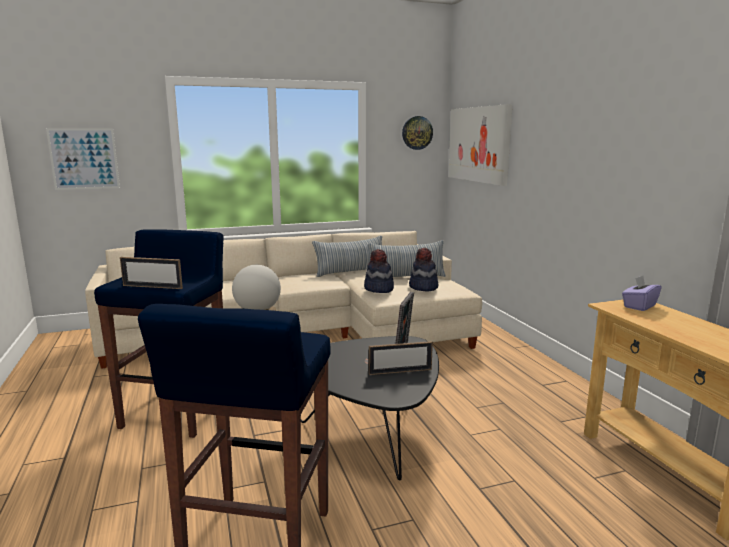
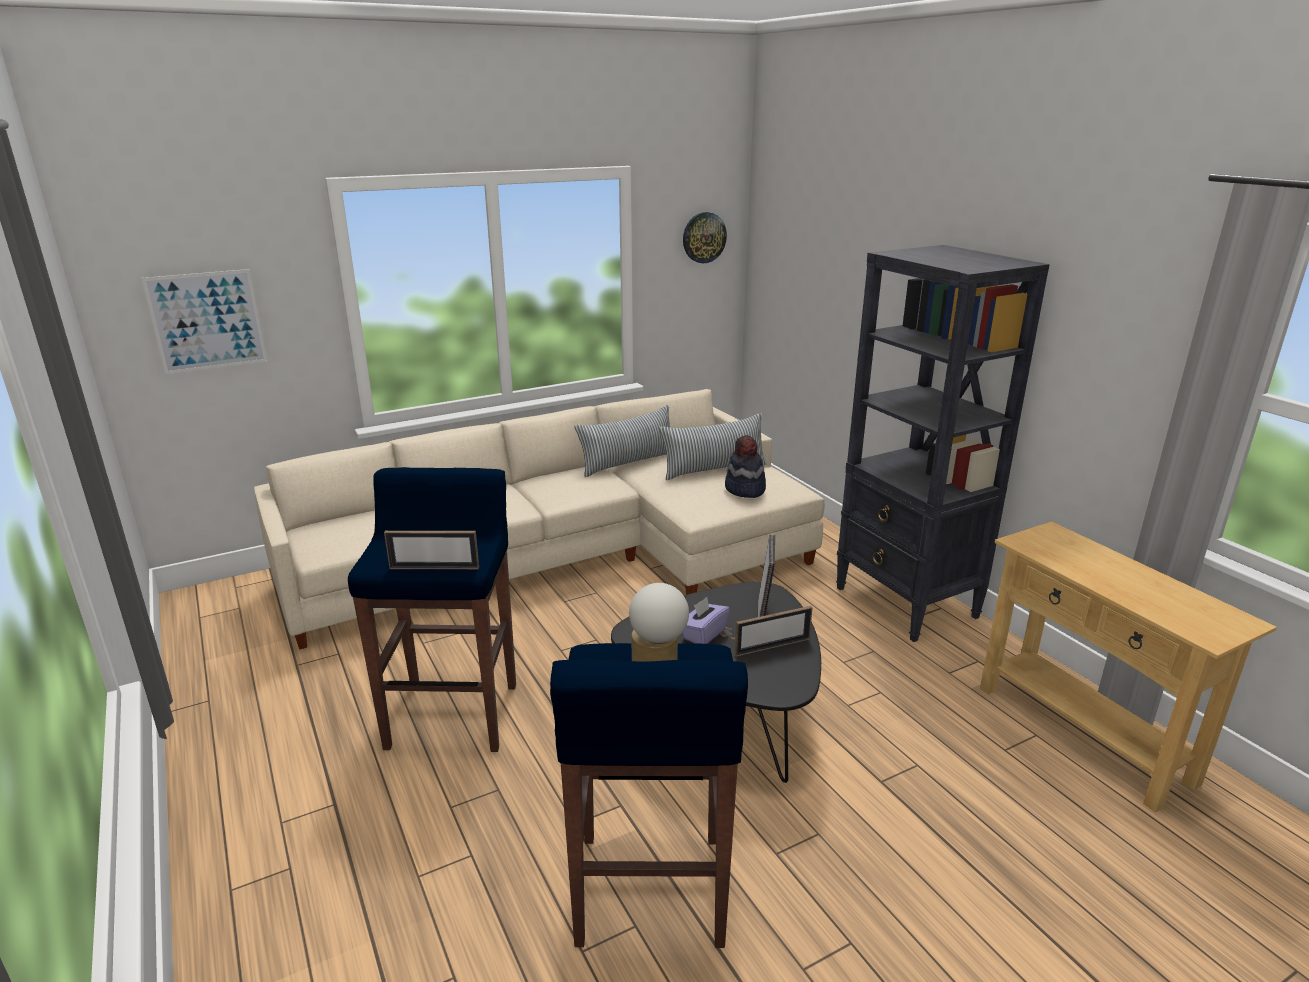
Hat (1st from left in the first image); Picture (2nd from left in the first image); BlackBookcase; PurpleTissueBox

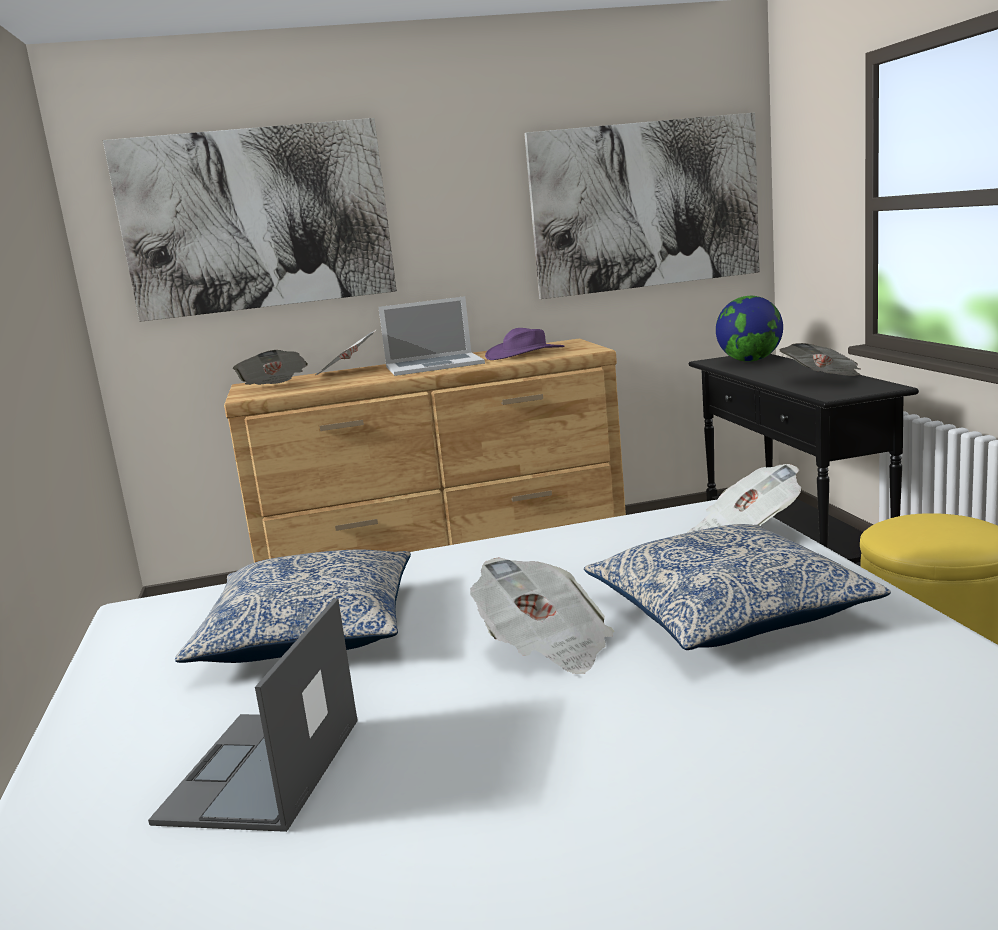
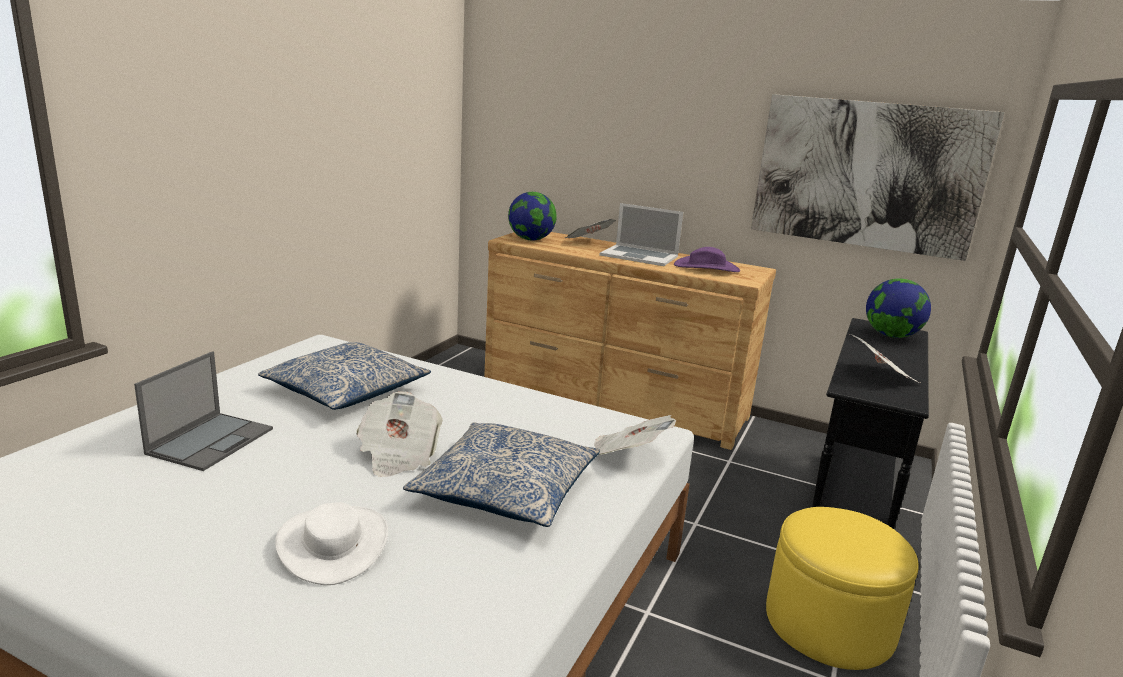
Picture (1st from left in the first image); WhiteHat; Globe (1st from left); Laptop (1st from left)

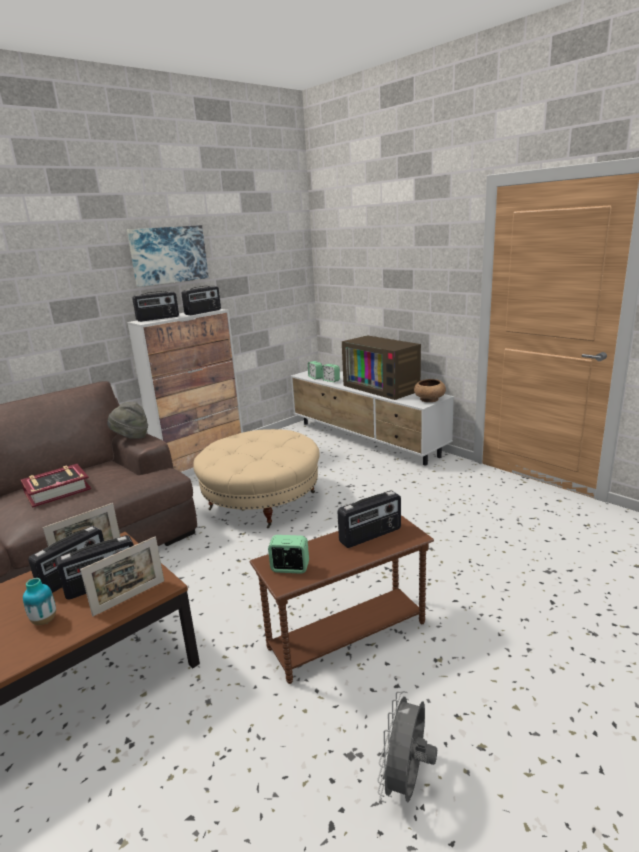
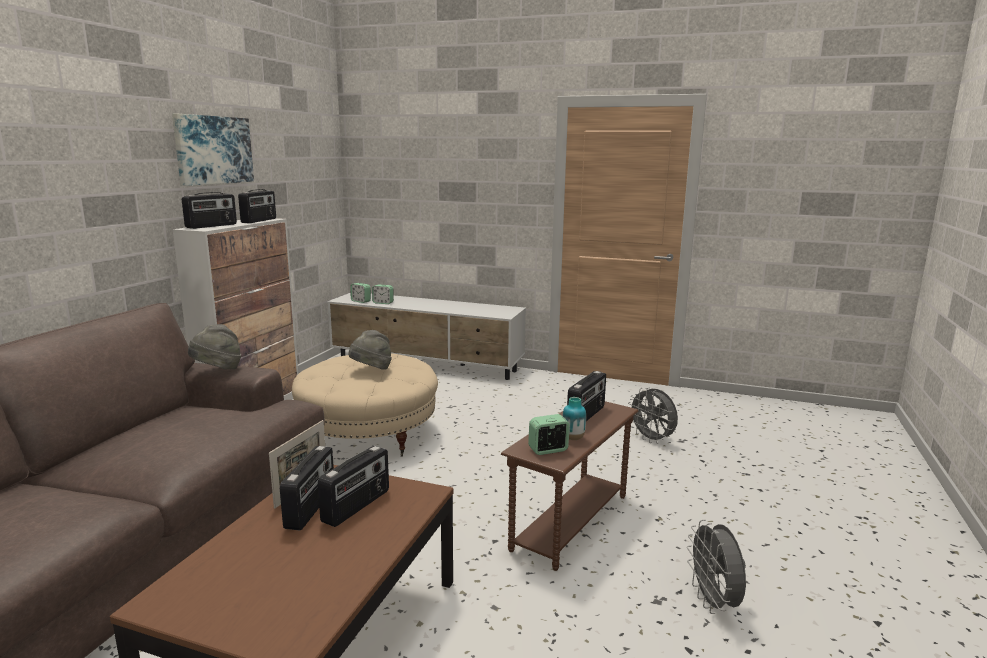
Book; PictureFrame (2nd from left in the first image); Television; BrownBowl; GreyHat (2nd from left); GreyFan (1st from left); Vase

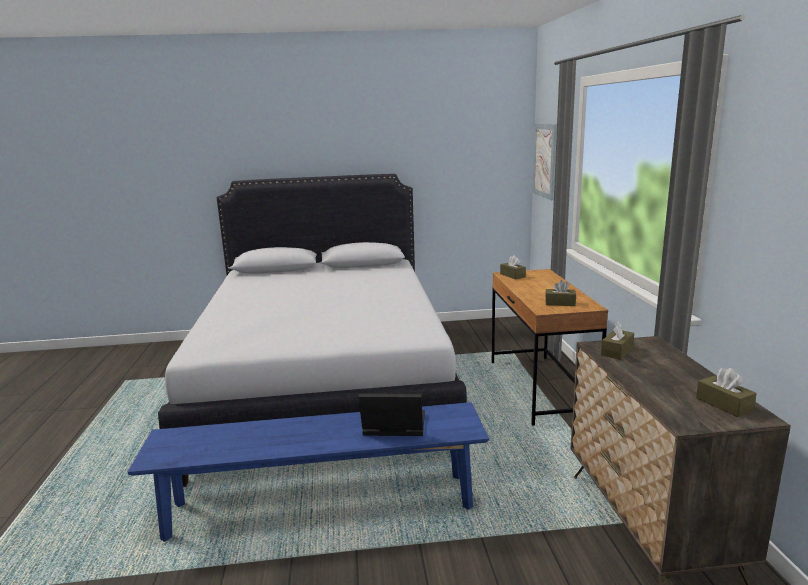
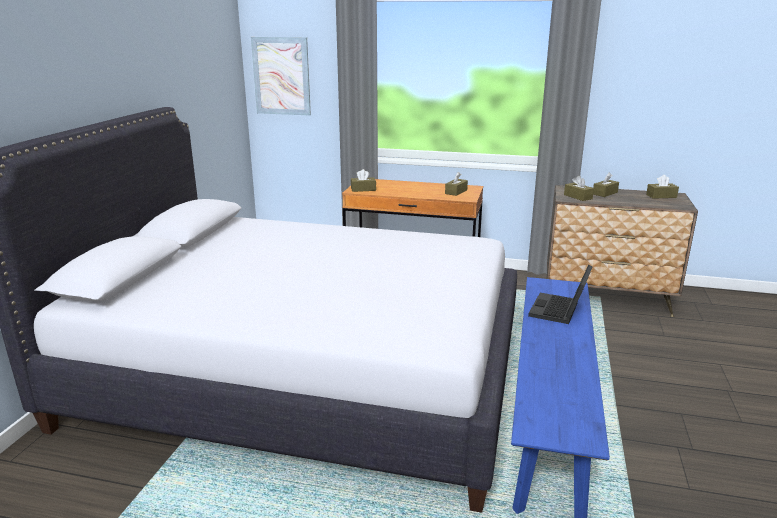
BrownTissueBox (4th from left)

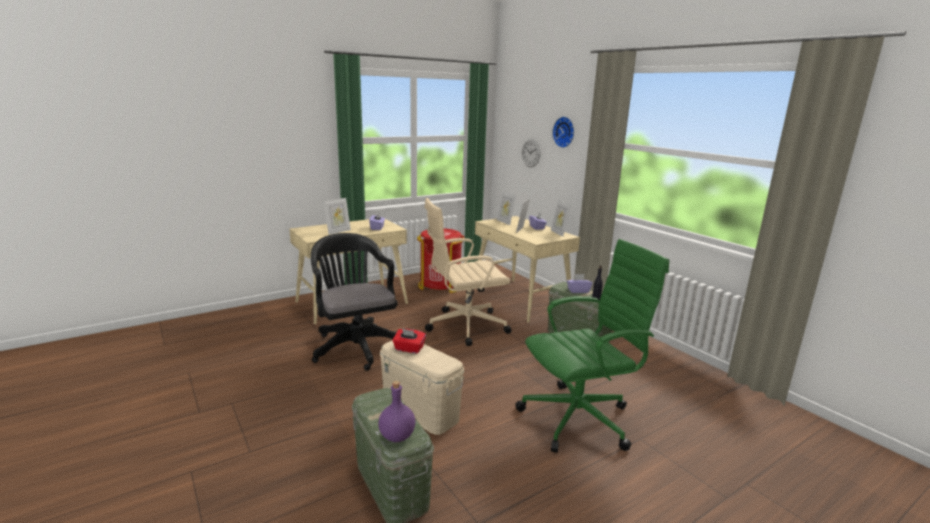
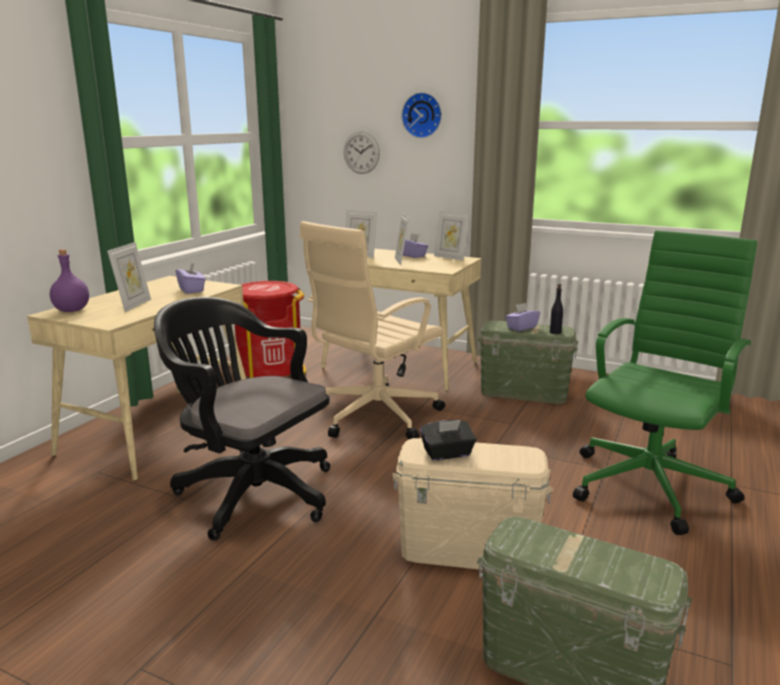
PurpleBottle; BlackTissueBox

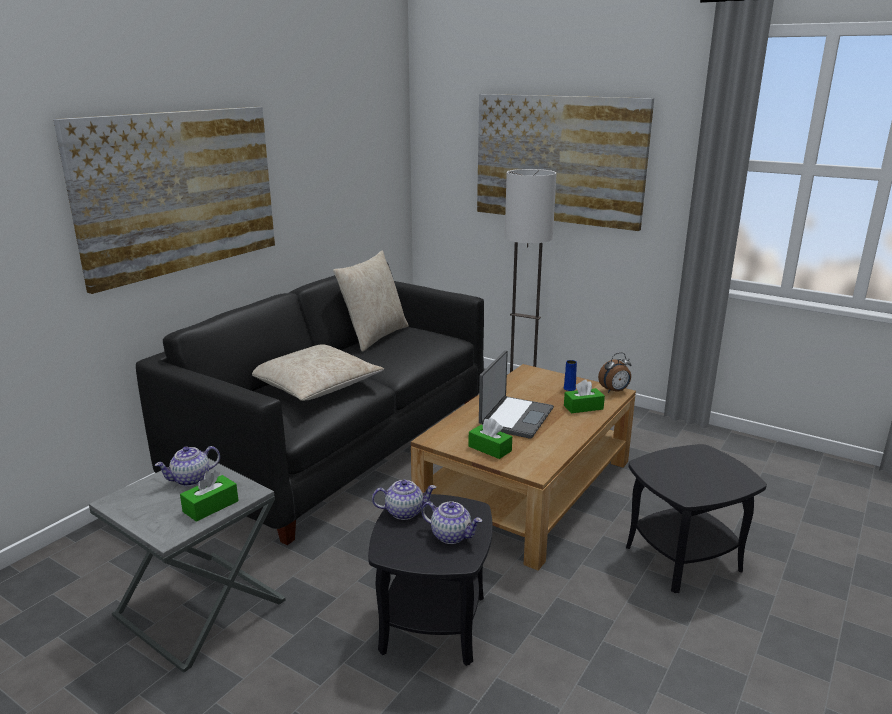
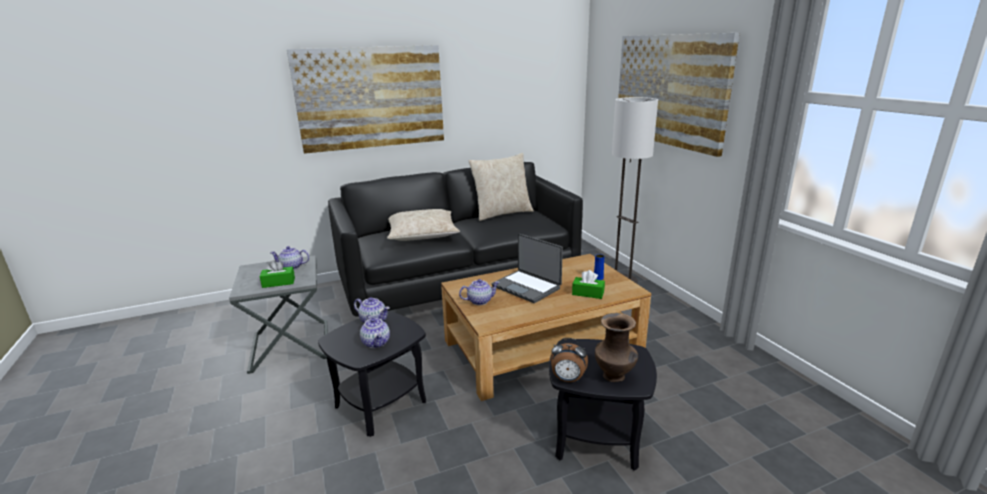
BrownVase; AlarmClock; Teapot (4th from left); Laptop

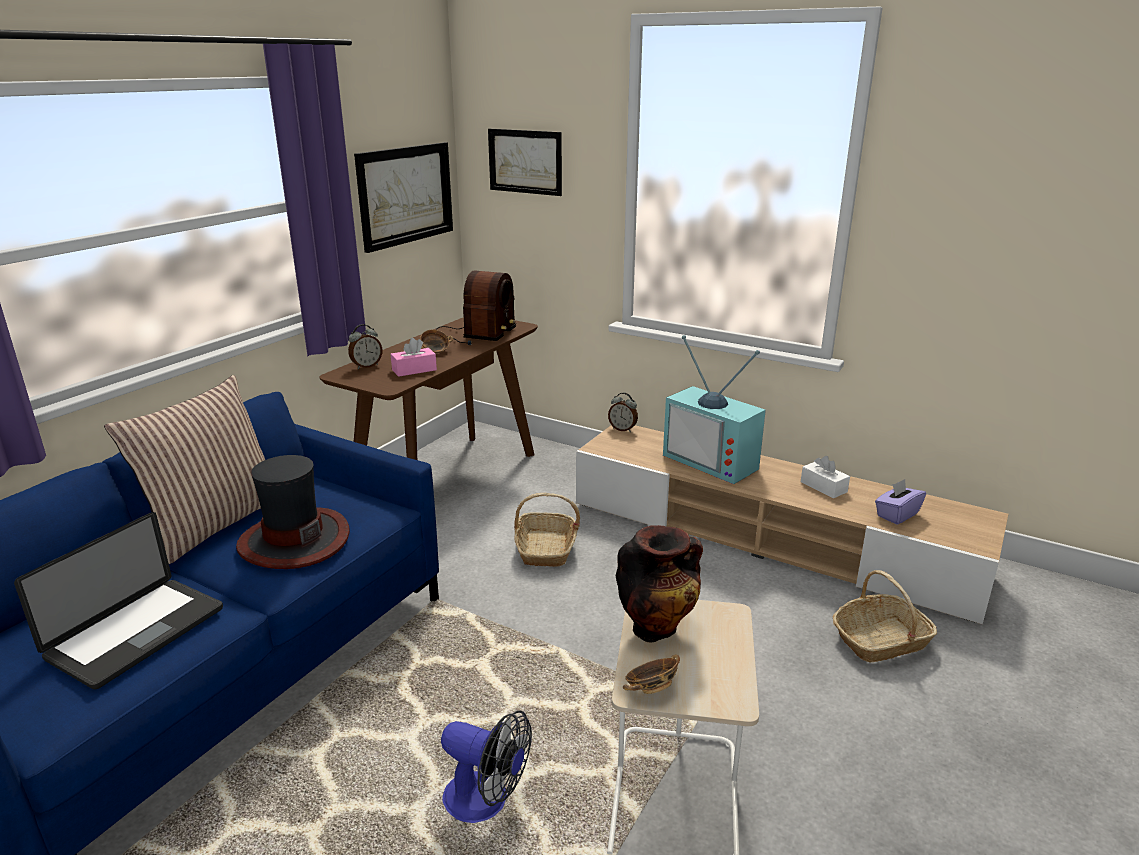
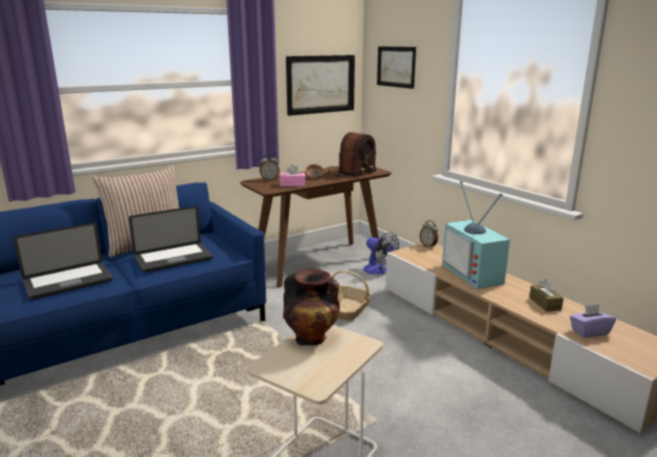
Bowl (2nd from left in the first image); Basket (2nd from left in the first image); Fan; Laptop (2nd from left); BrownTissueBox

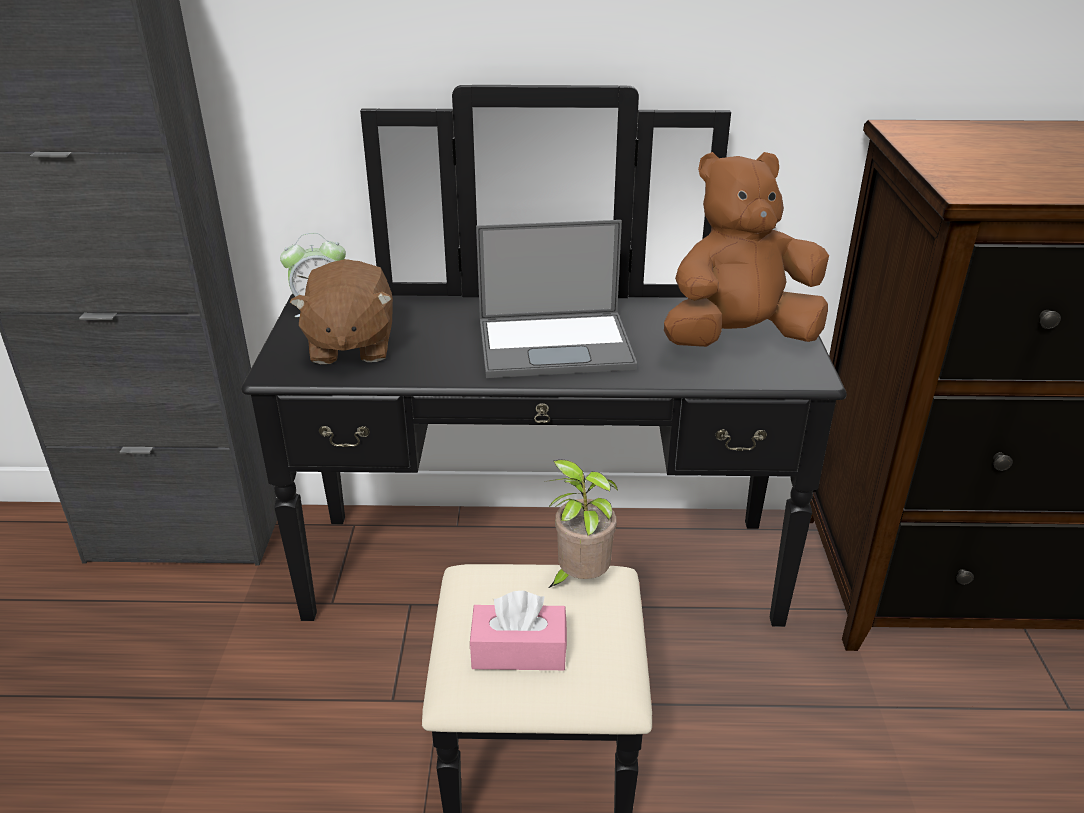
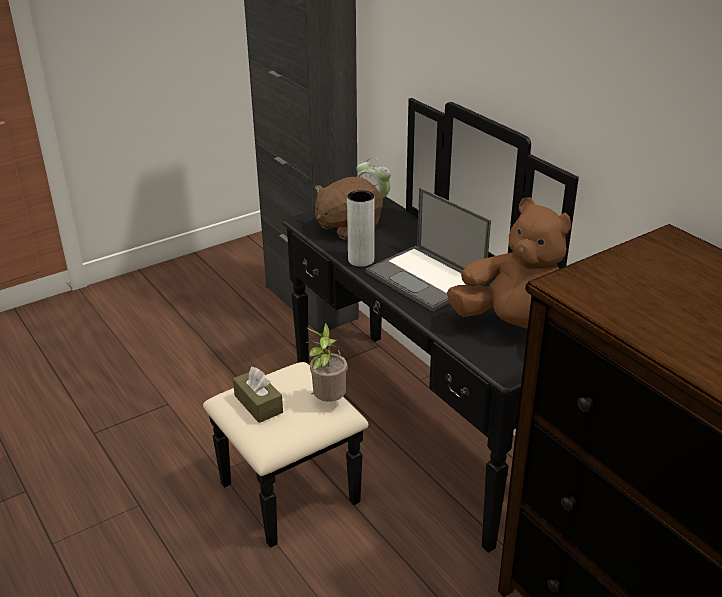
GreyVase; BrownTissueBox

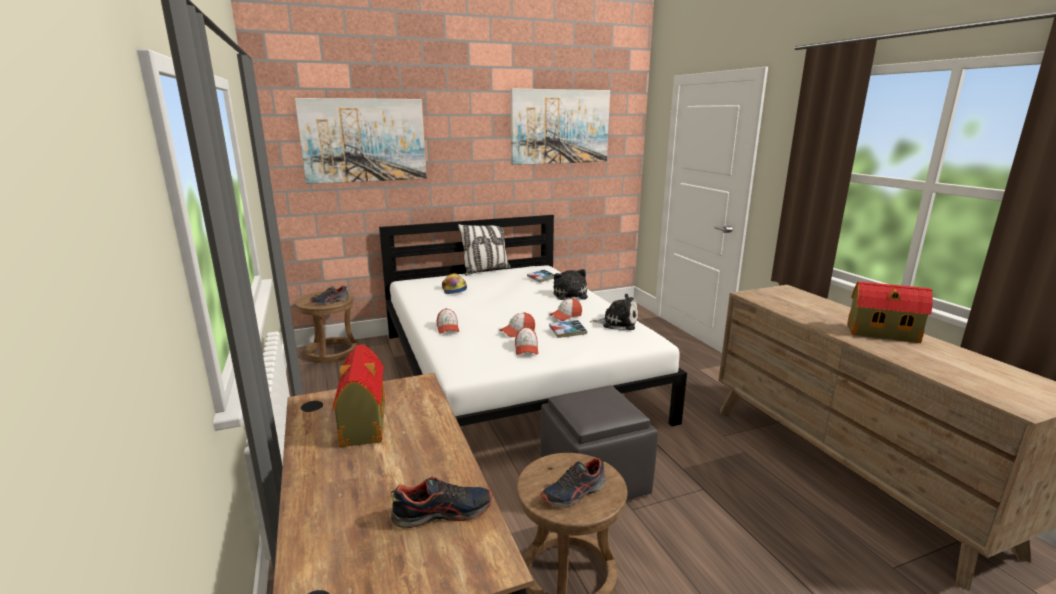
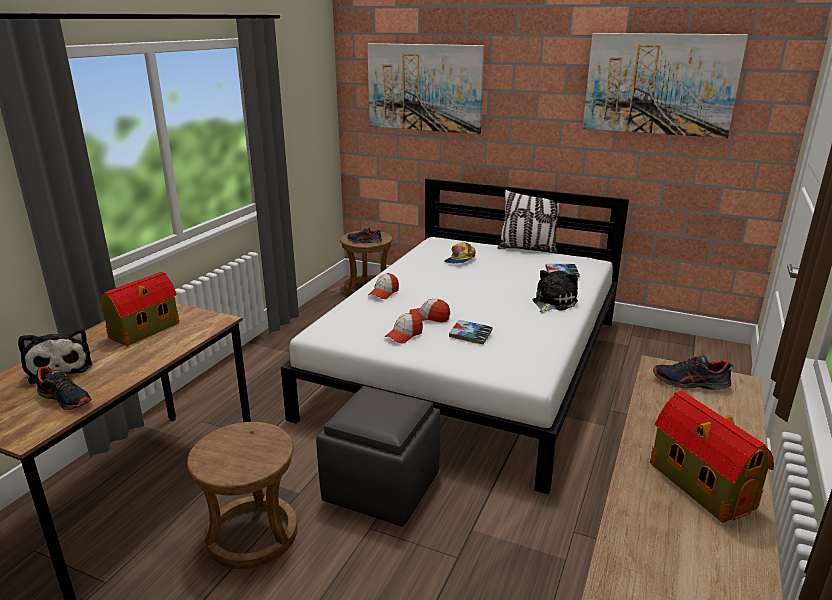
Cap (5th from left in the first image); Shoe (3rd from left); PlushToy (1st from left)

